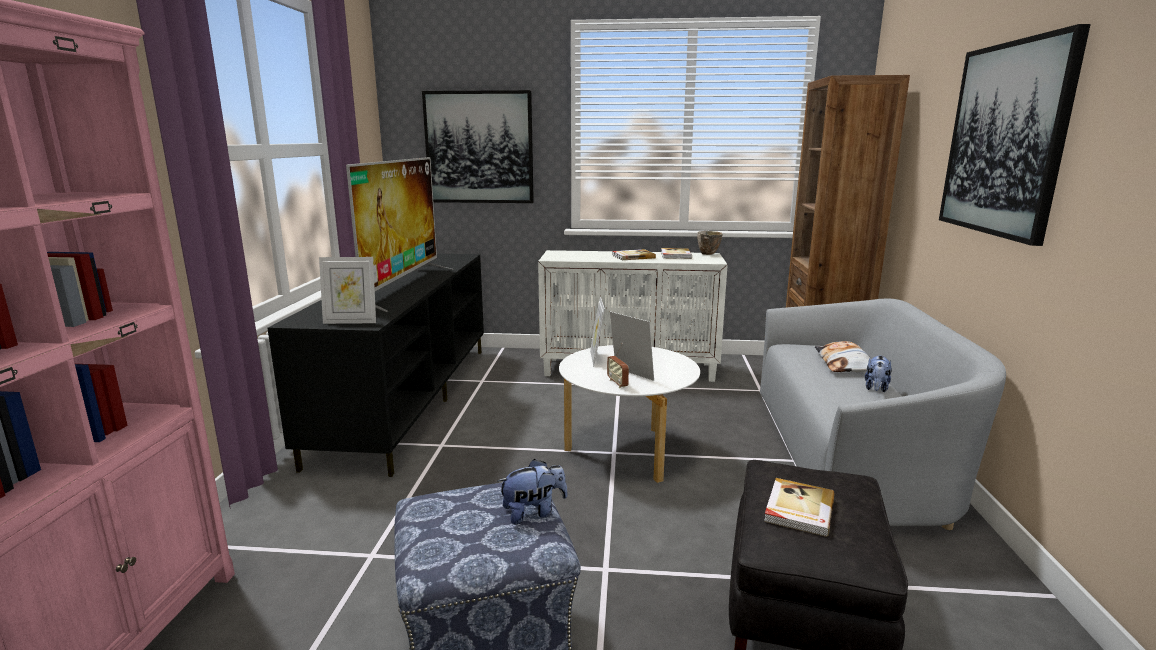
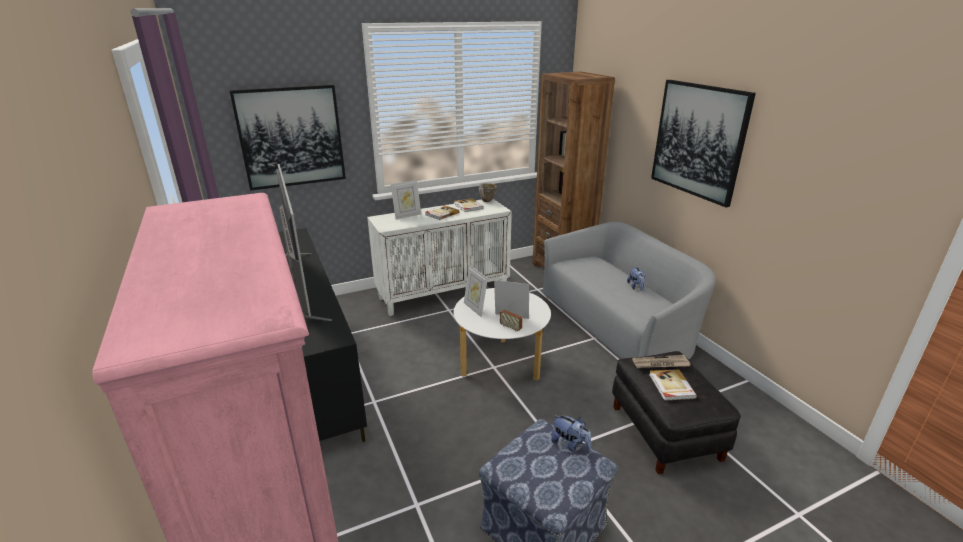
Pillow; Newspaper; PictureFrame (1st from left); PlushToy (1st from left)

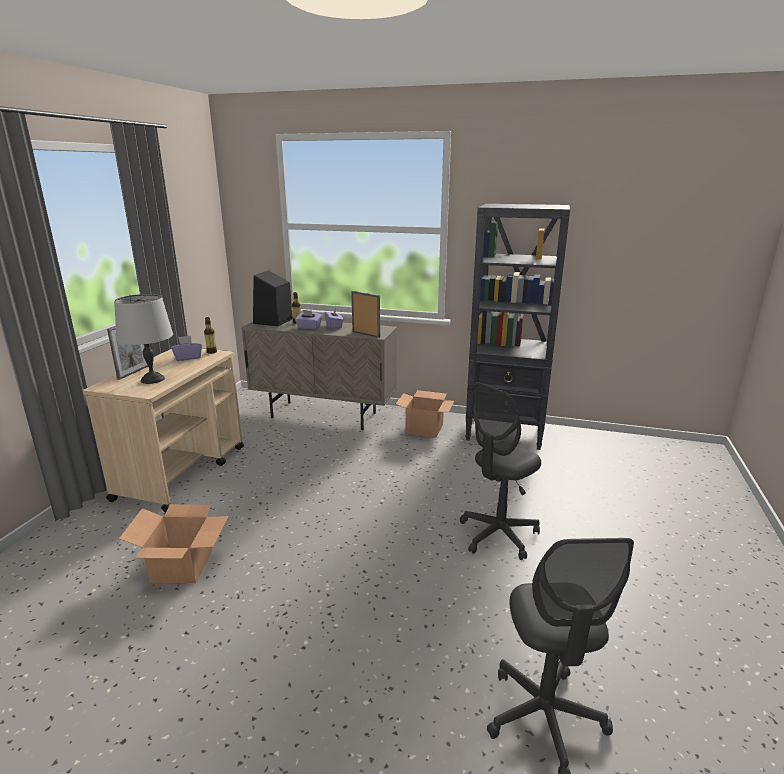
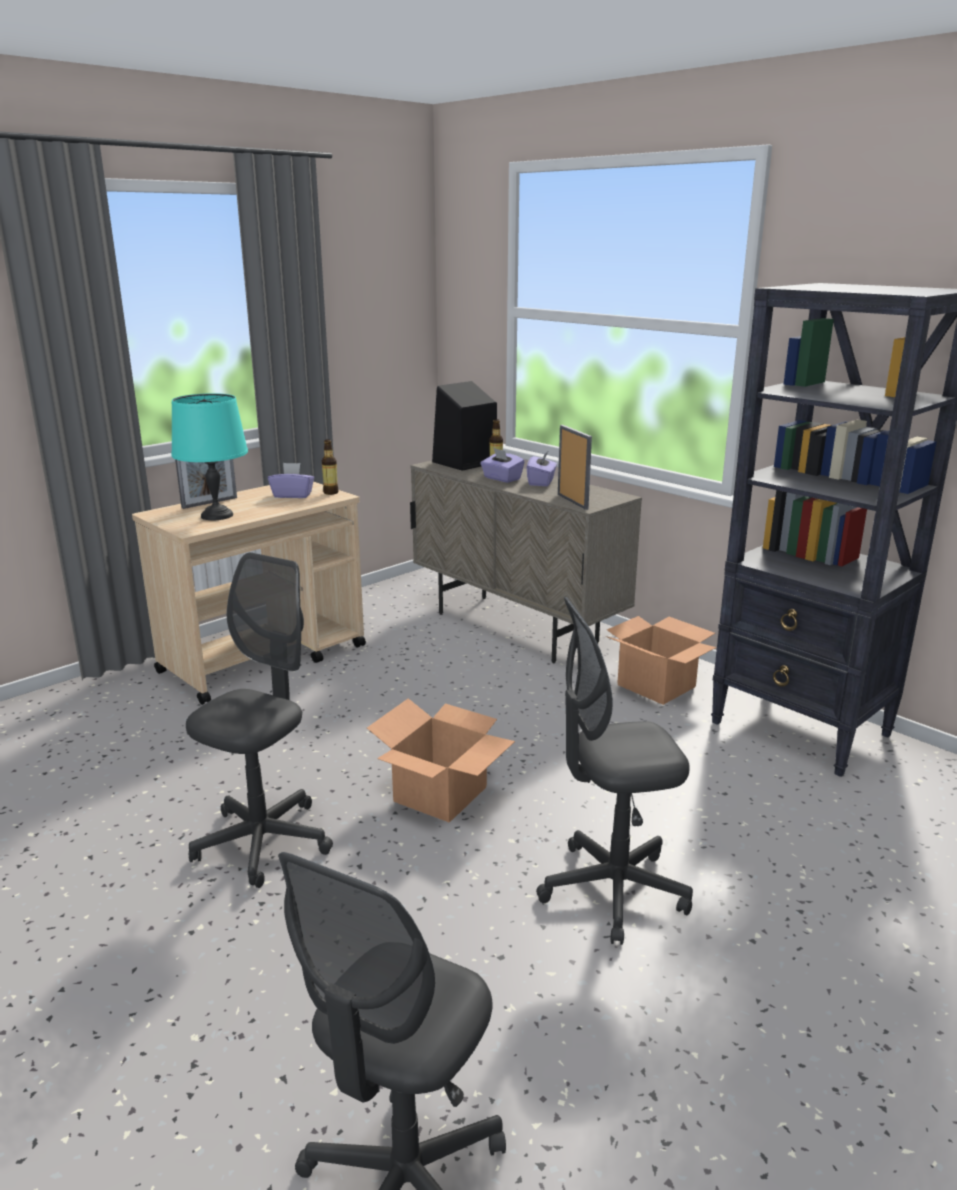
GreyOfficeChair (1st from left); CardboardBox (1st from left); TurquoiseTableLamp

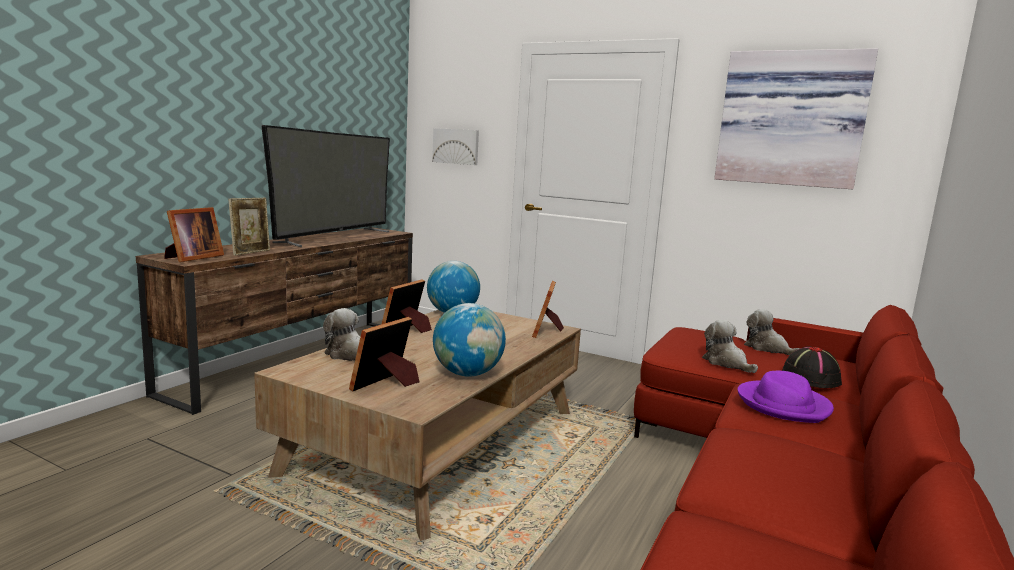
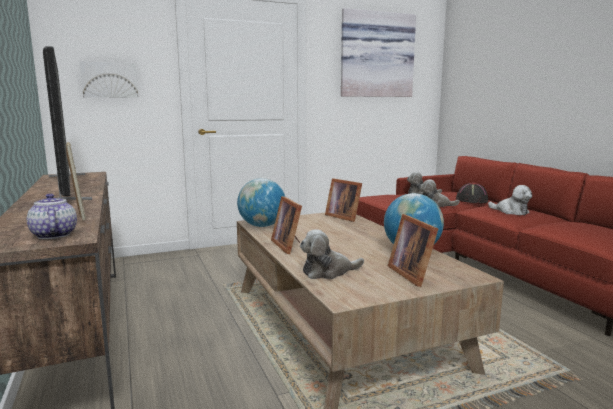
Teapot; PlushToy (4th from left)

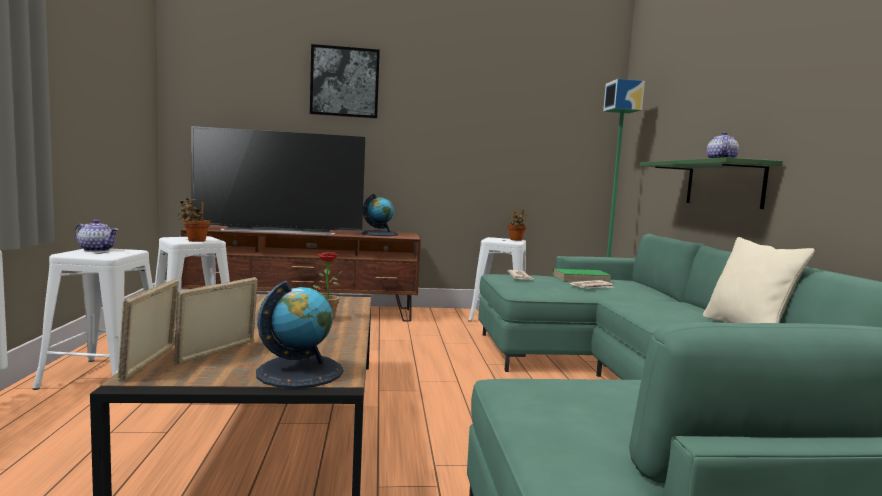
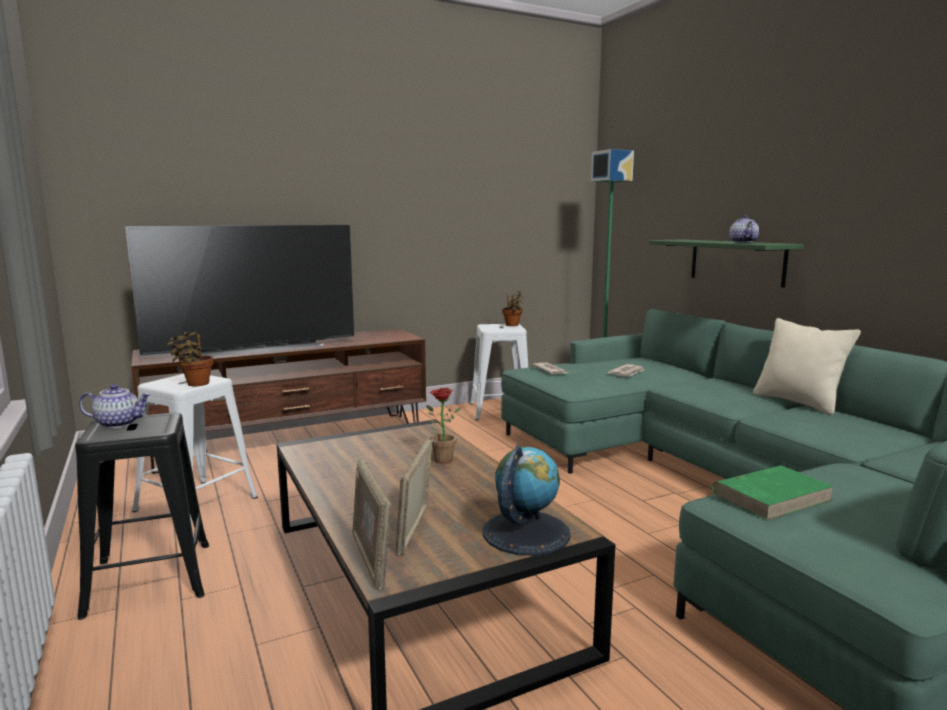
Picture; Globe (2nd from left in the first image); GreenBook; BlackStool

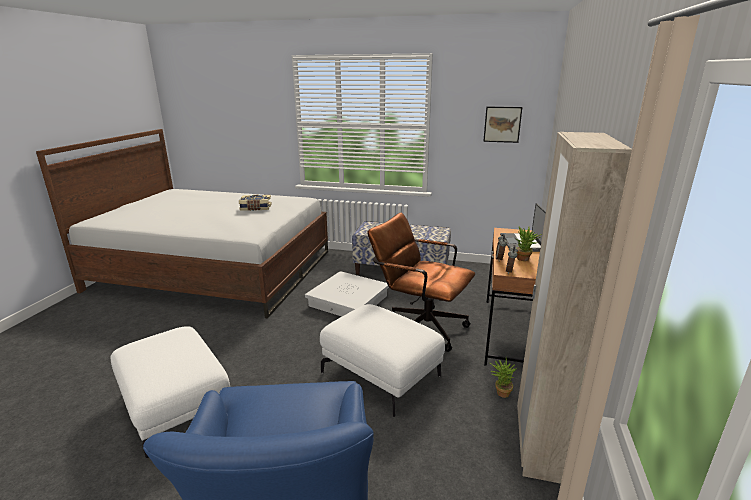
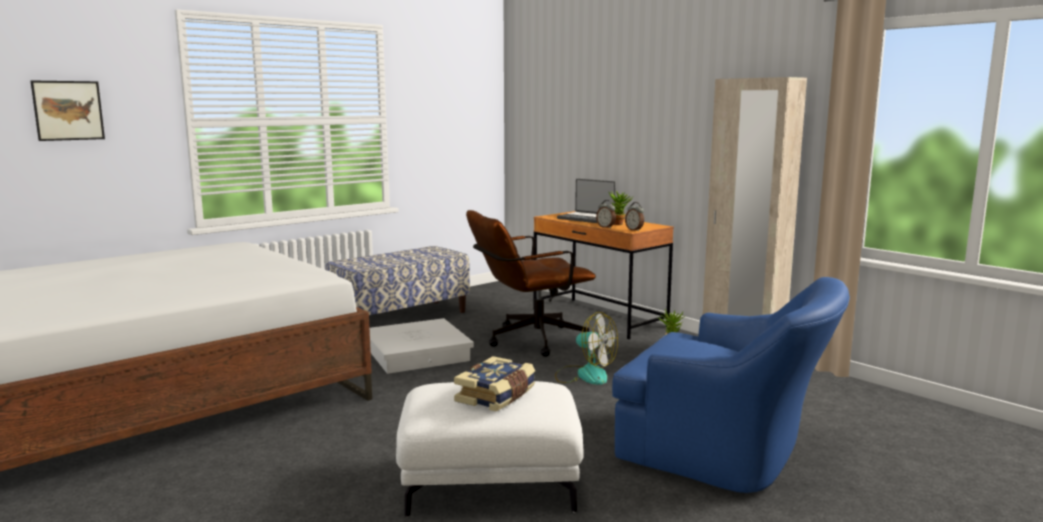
Book; Picture; Fan

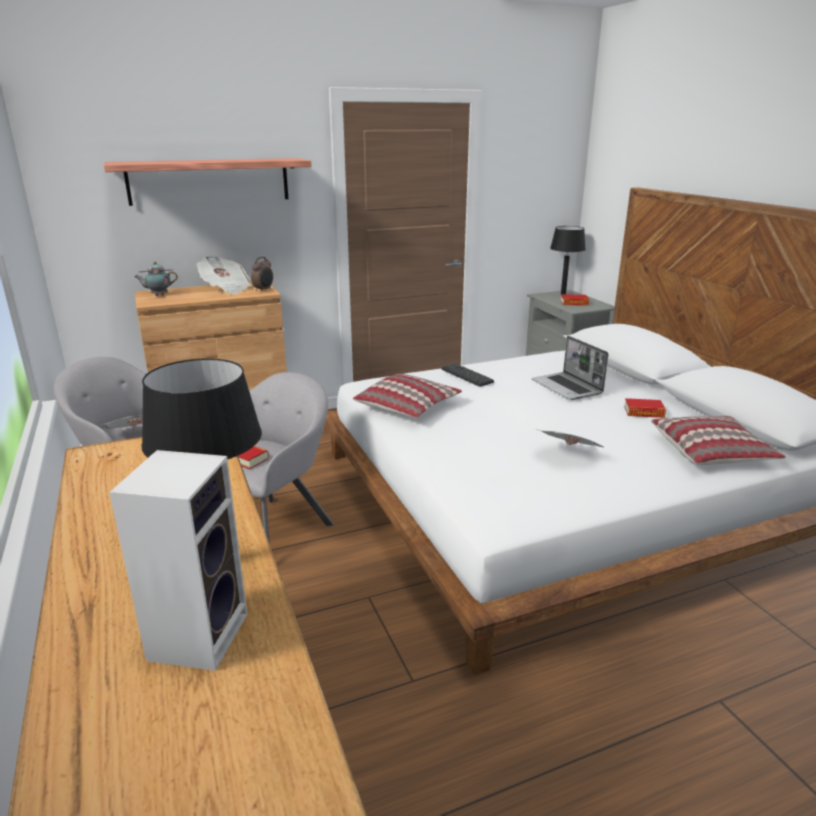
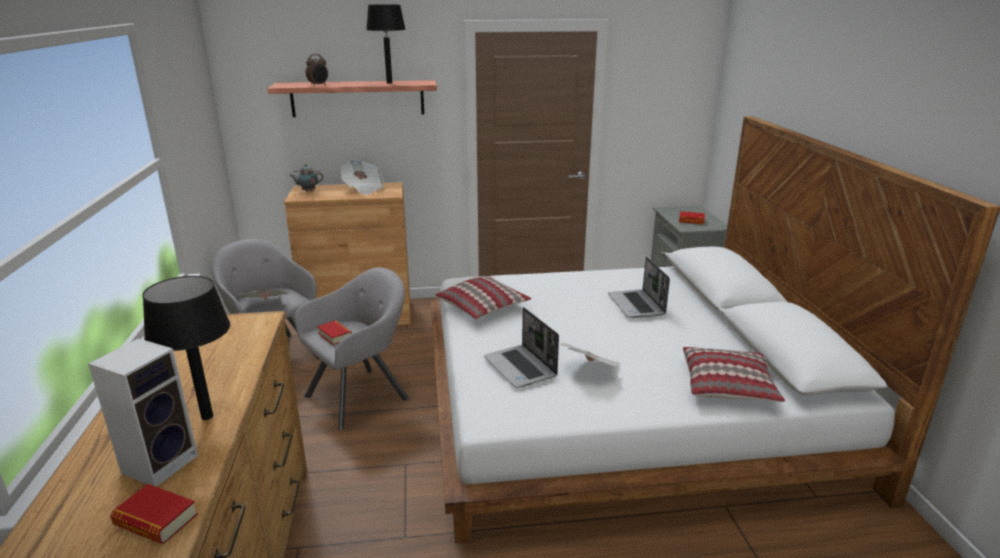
Keyboard; Laptop (1st from left); AlarmClock; BlackTableLamp (2nd from left); Book (1st from left)

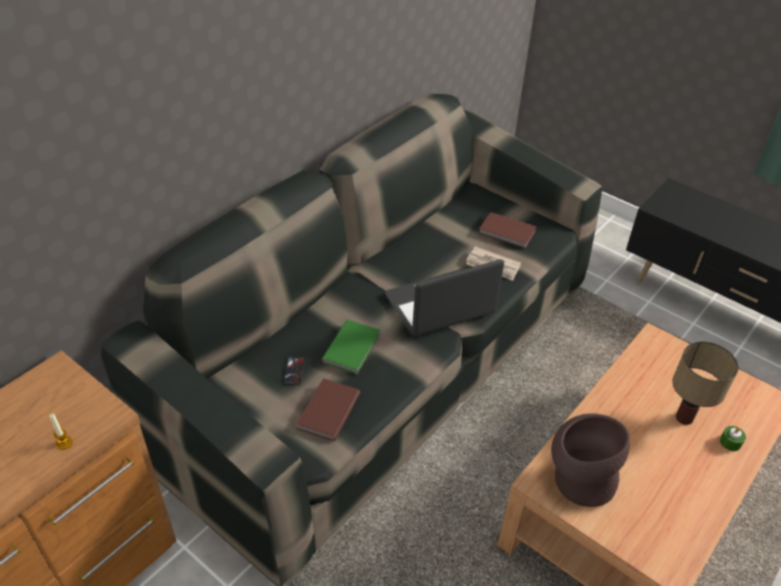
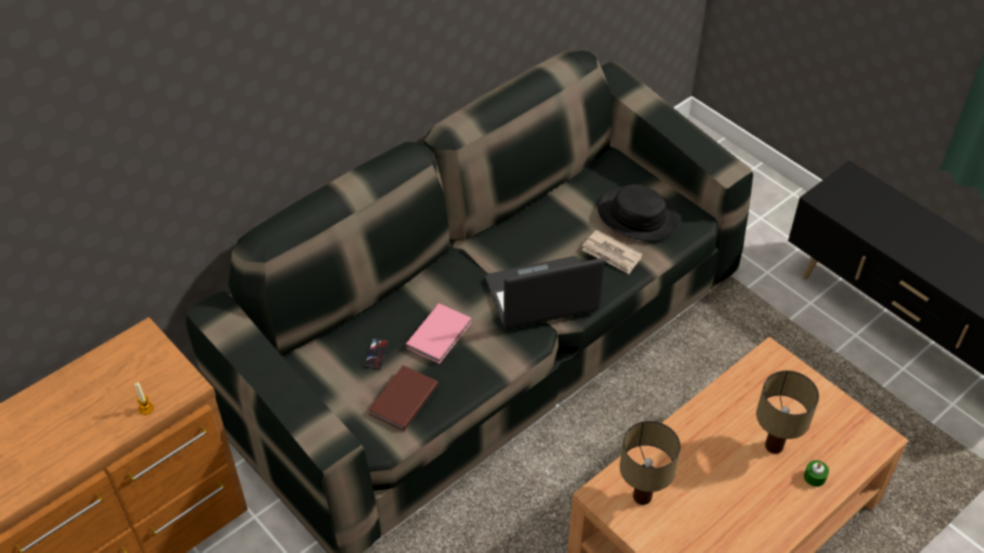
BlackHat; TableLamp (1st from left); PinkBook

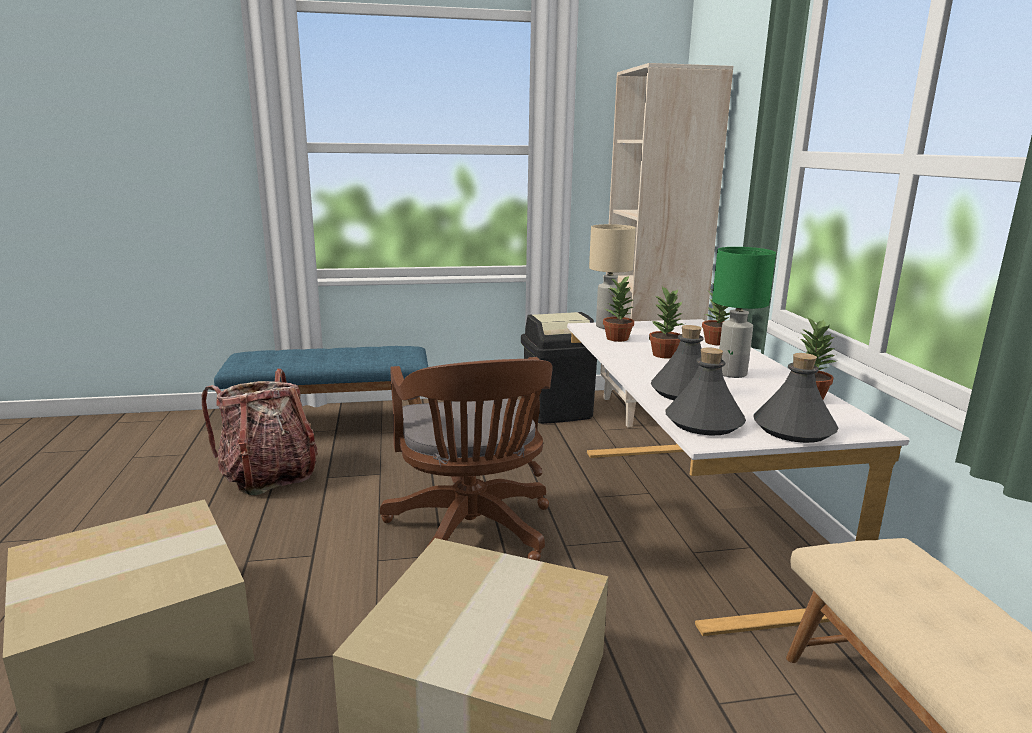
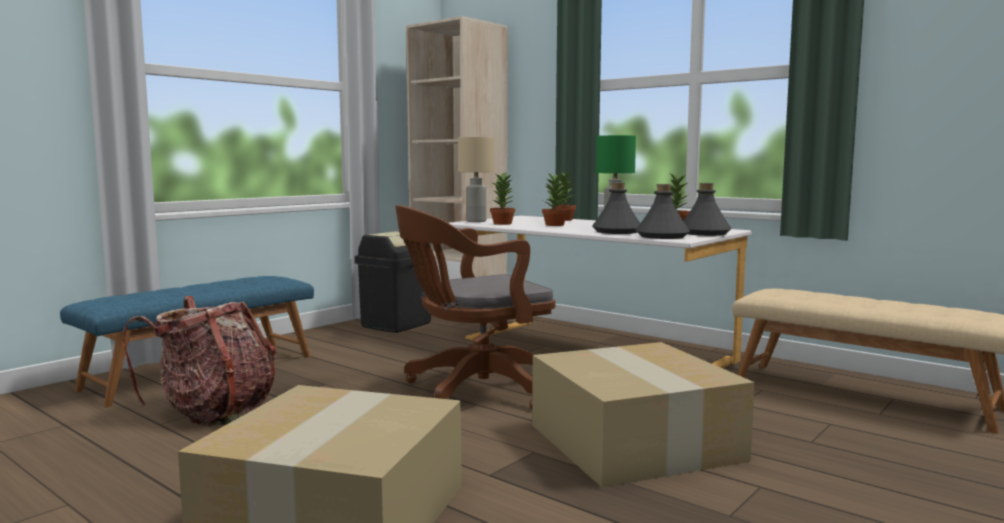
BrownOfficeChair

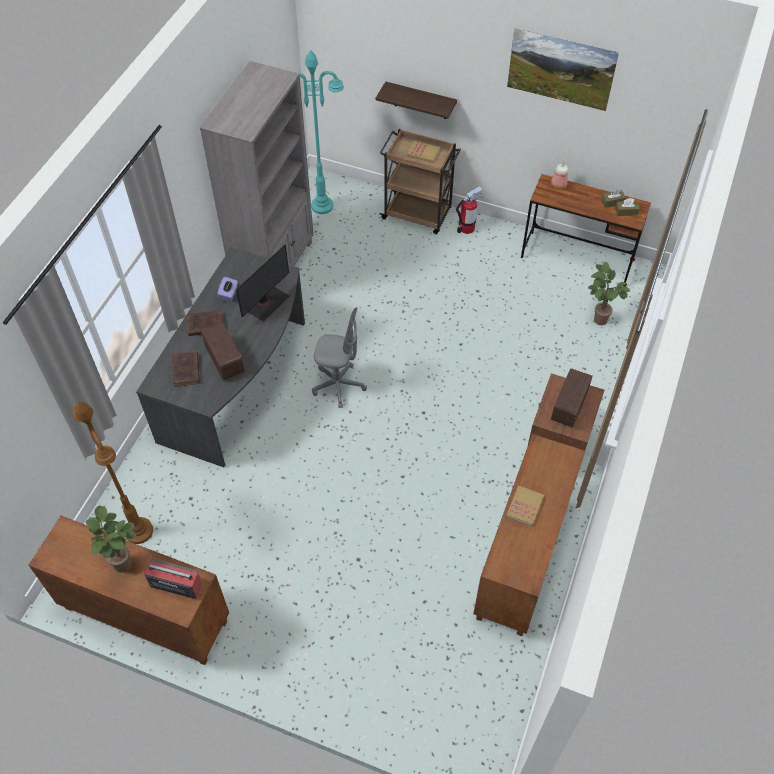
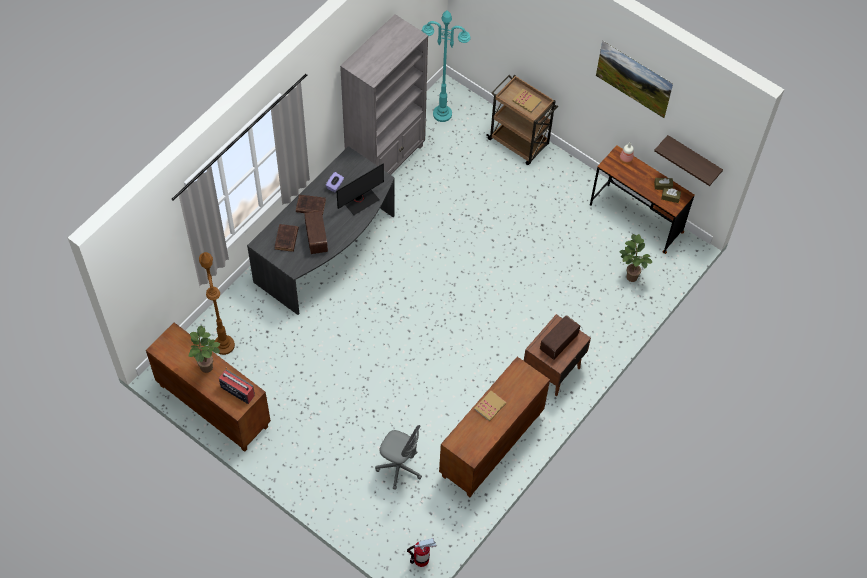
GreyOfficeChair; Shelf; FireExtinguisher

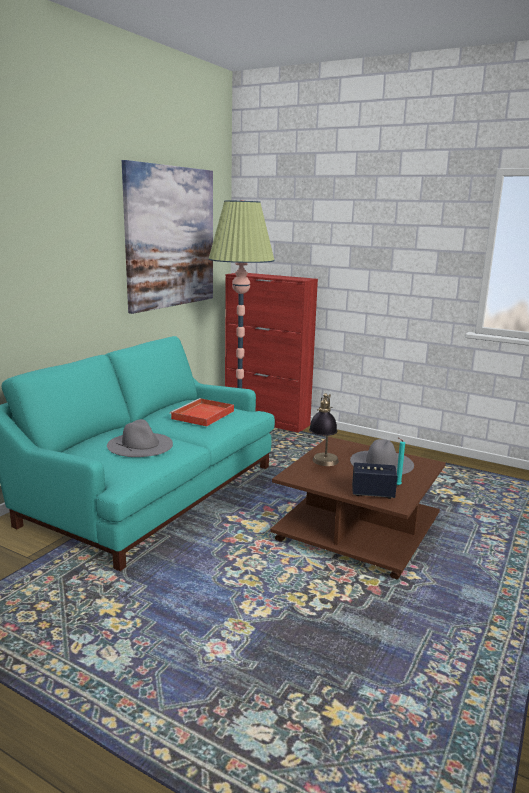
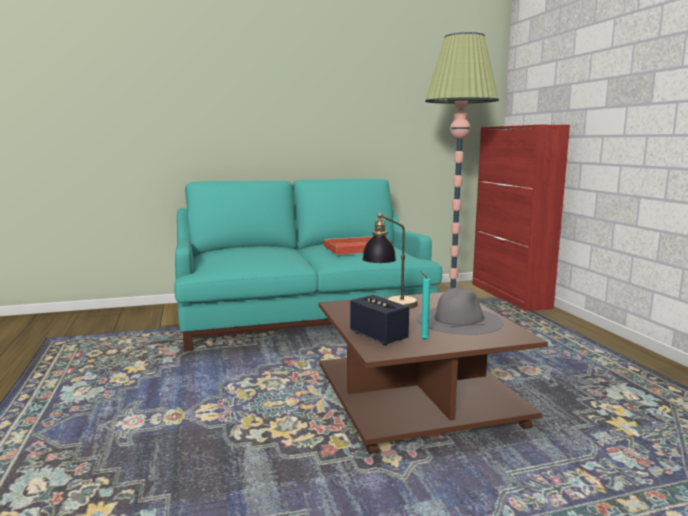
GreyHat (1st from left in the first image); Picture

